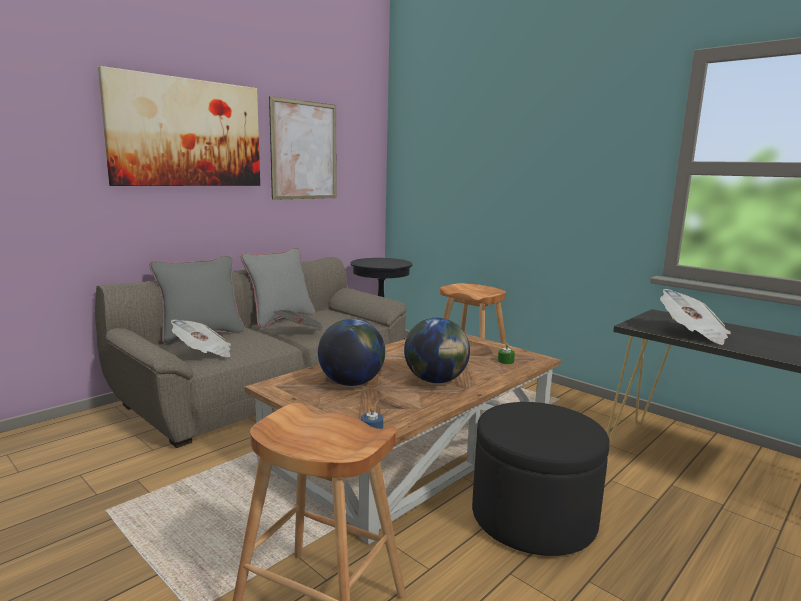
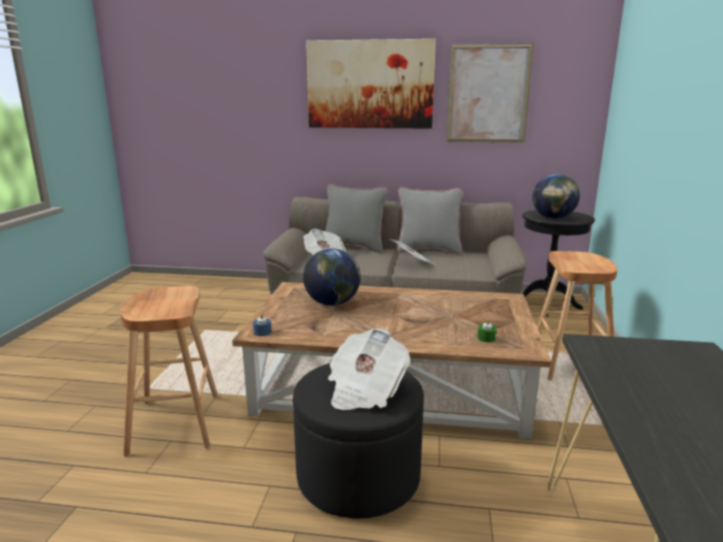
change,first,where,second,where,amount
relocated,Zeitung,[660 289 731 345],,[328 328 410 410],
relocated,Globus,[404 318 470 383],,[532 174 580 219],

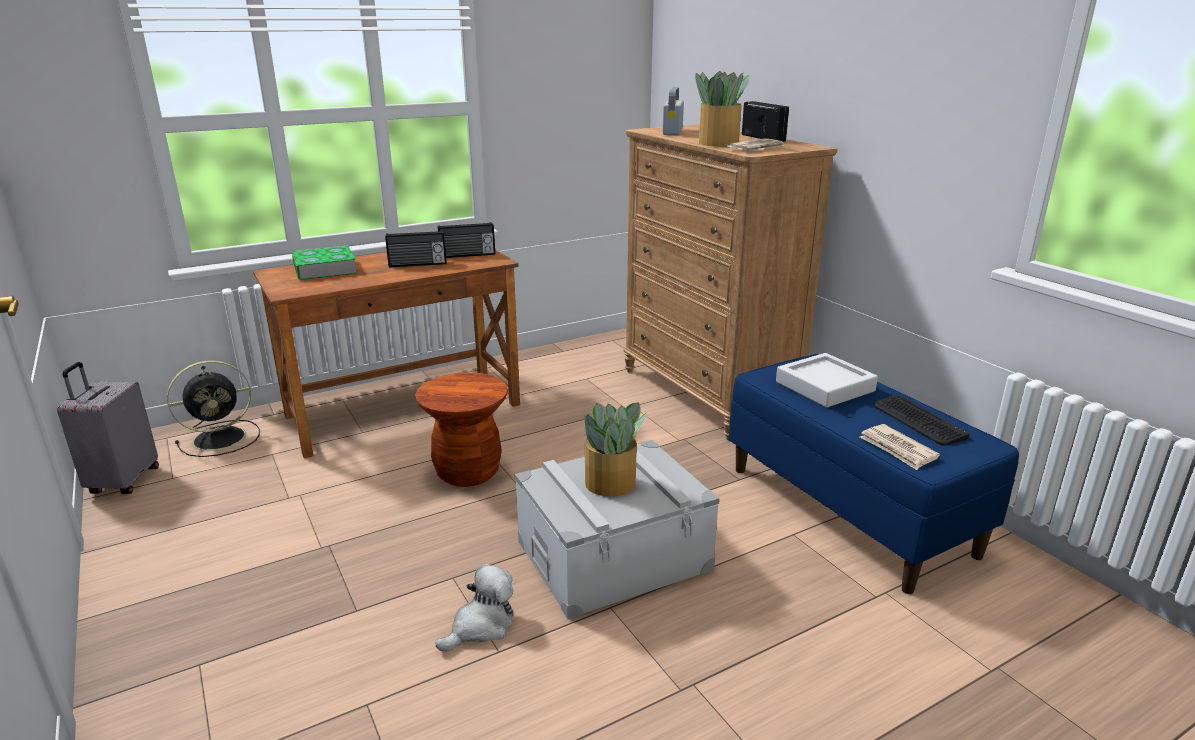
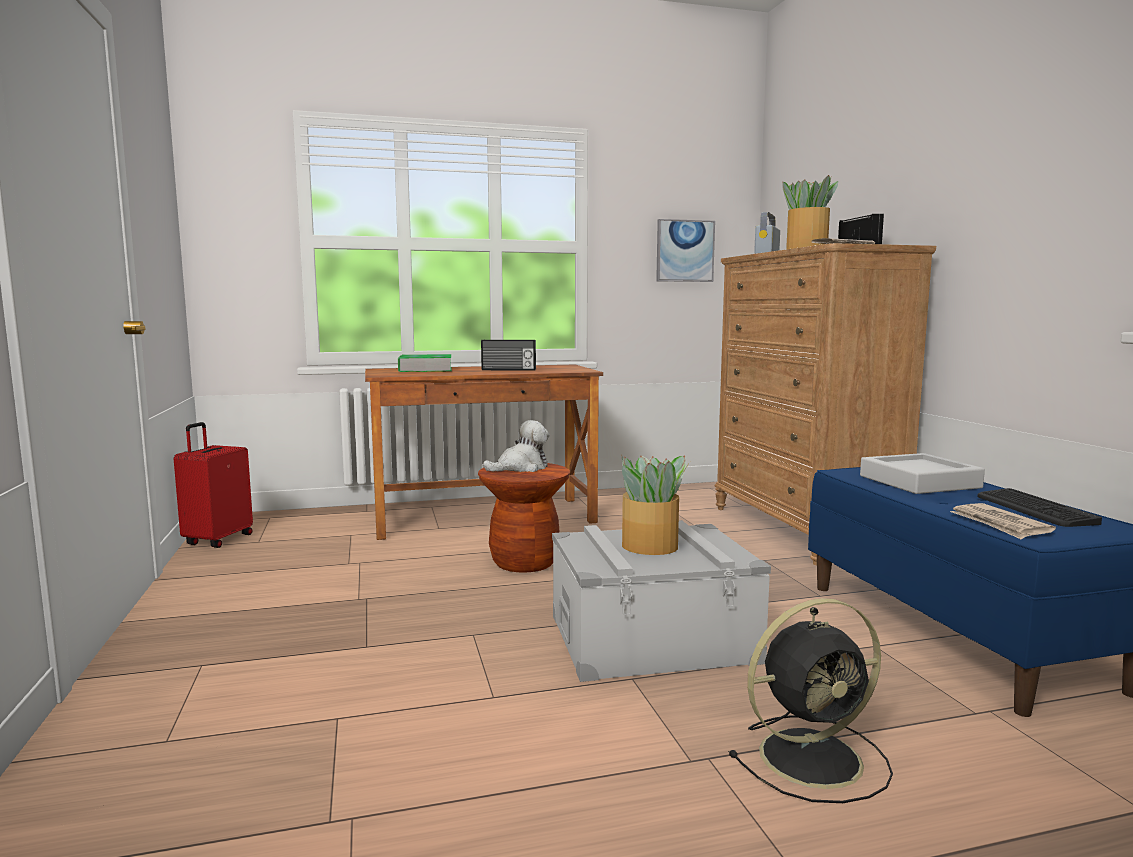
change,first,where,second,where,amount
colour,Koffer [grau],[57 362 159 494],Koffer [rot],[174 422 253 548],
relocated,Plüschtier,[435 564 513 651],,[483 420 549 472],
appeared,,,Bild,[656 219 715 282],
relocated,Ventilator [schwarz],[167 360 260 457],,[728 598 893 803],
missing,Radio,[438 222 495 258],,,

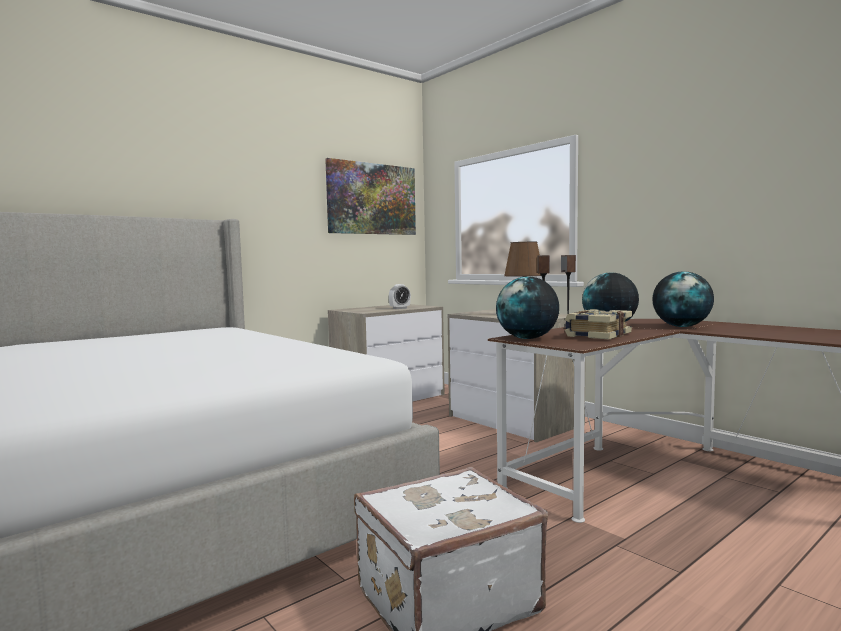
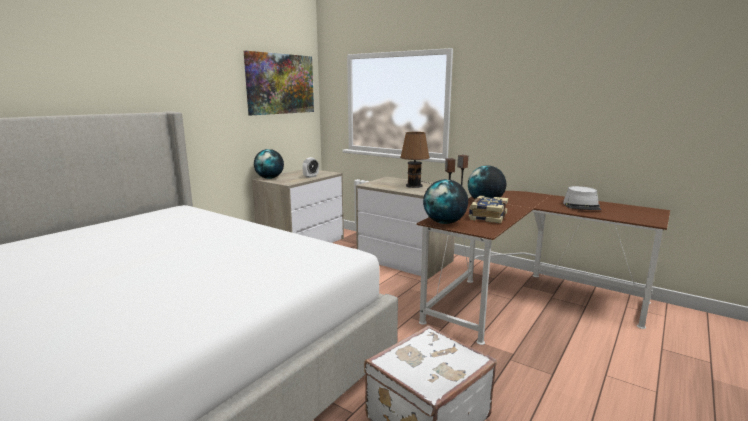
change,first,where,second,where,amount
relocated,Globus,[653 271 714 327],,[254 149 284 179],
appeared,,,Hut [grau],[563 186 601 210],

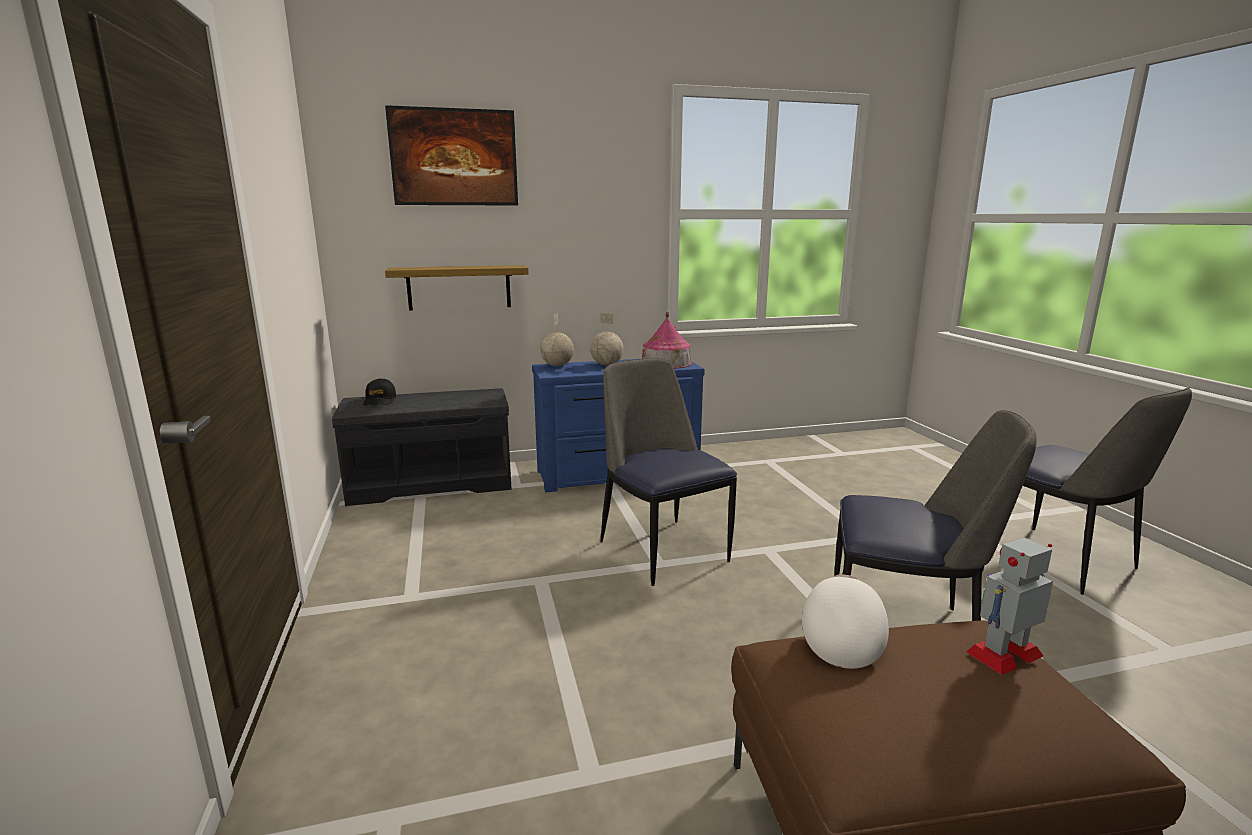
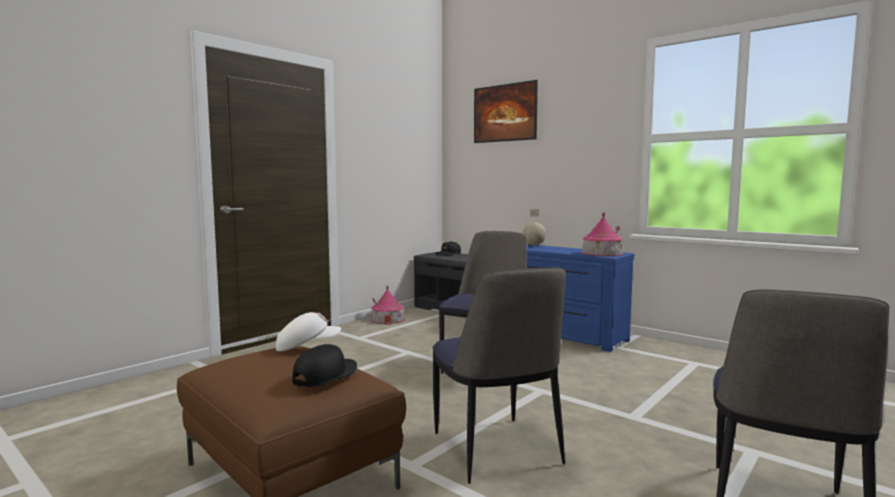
change,first,where,second,where,amount
exchanged,Spielzeugroboter,[966 537 1053 675],Kappe [schwarz],[292 344 357 387],
appeared,,,Spielzeughaus,[370 285 405 325],
missing,Wandregal,[385 265 529 310],,,
missing,Globus,[590 313 624 366],,,

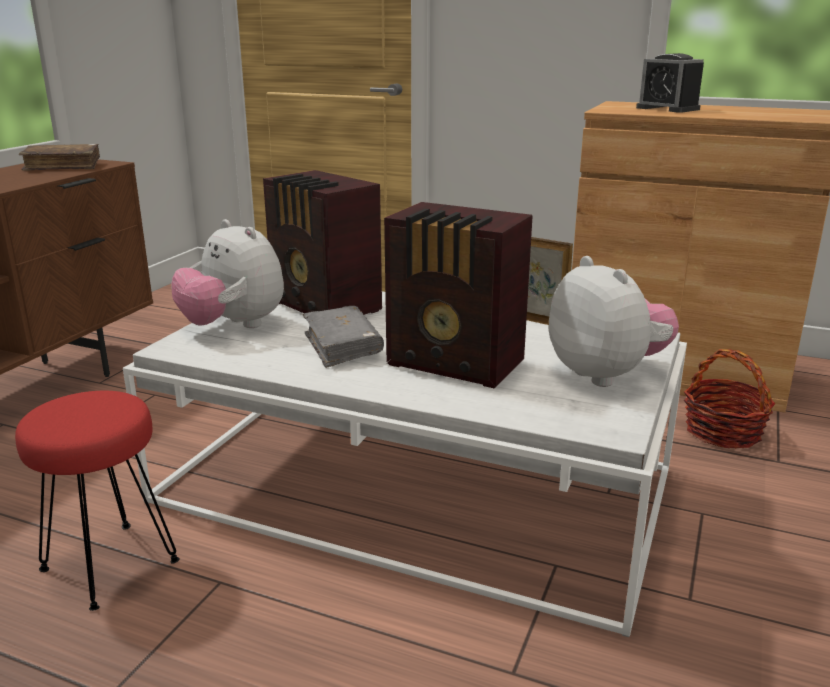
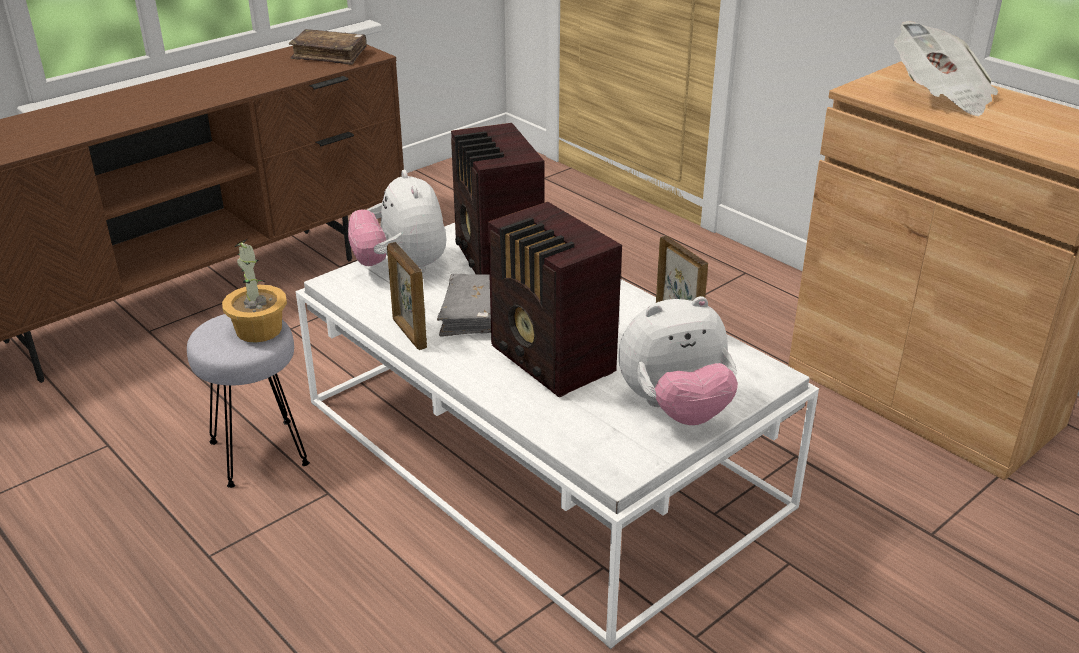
change,first,where,second,where,amount
colour,Hocker [rot],[15 391 180 611],Hocker [grau],[187 314 310 488],
appeared,,,Topfpflanze,[222 238 287 343],
appeared,,,Bilderrahmen,[387 242 427 350],
spun,Plüschtier,[548 256 679 387],,[619 296 738 425],75 degrees clockwise
exchanged,Wecker,[636 53 704 113],Zeitung,[894 21 998 116],
missing,Korb,[684 349 775 448],,,

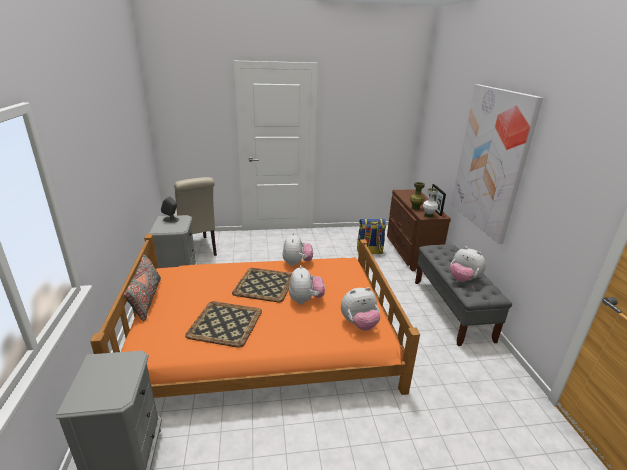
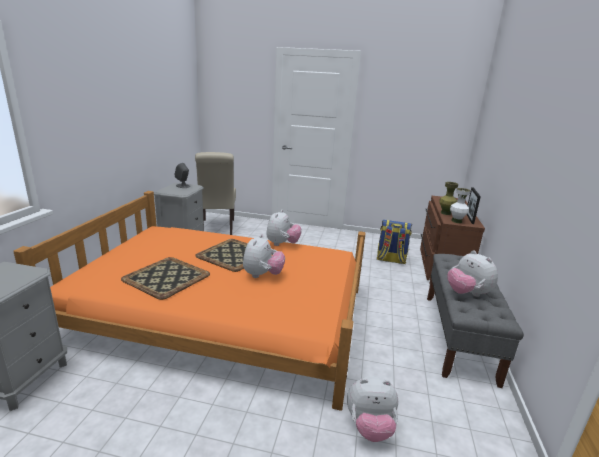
change,first,where,second,where,amount
relocated,Plüschtier,[341 287 381 331],,[347 376 398 442],
missing,Kissen [grau],[124 253 161 321],,,
missing,Bild,[451 84 543 244],,,

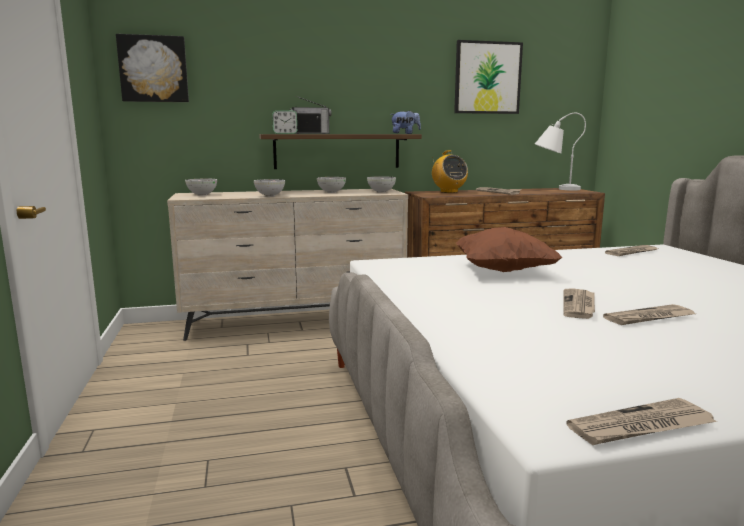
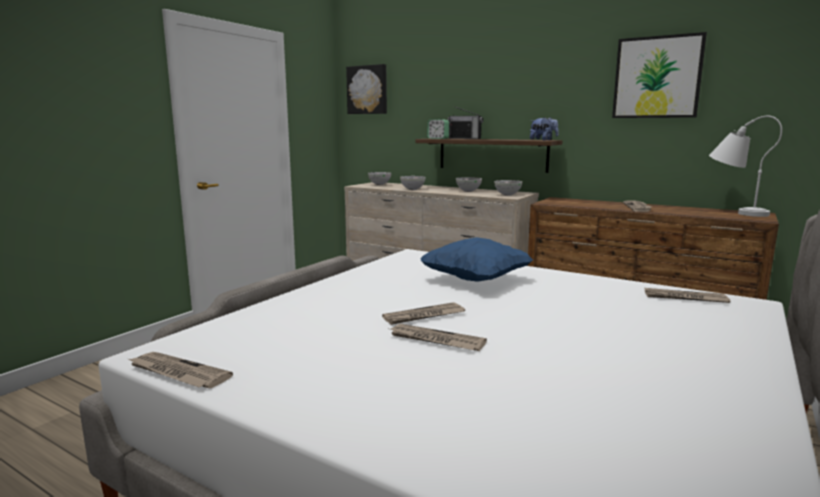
change,first,where,second,where,amount
colour,Kissen [braun],[456 227 563 272],Kissen [blau],[420 237 533 282],
missing,Radio,[432 150 468 193],,,

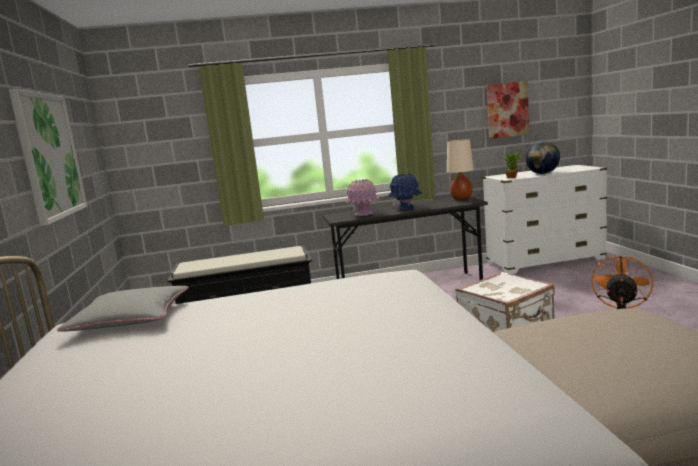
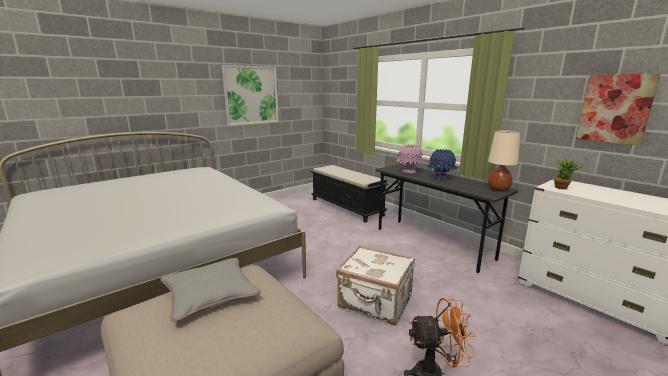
change,first,where,second,where,amount
relocated,Kissen [grau],[57 286 188 332],,[160 258 260 322],
missing,Globus,[525 141 560 174],,,

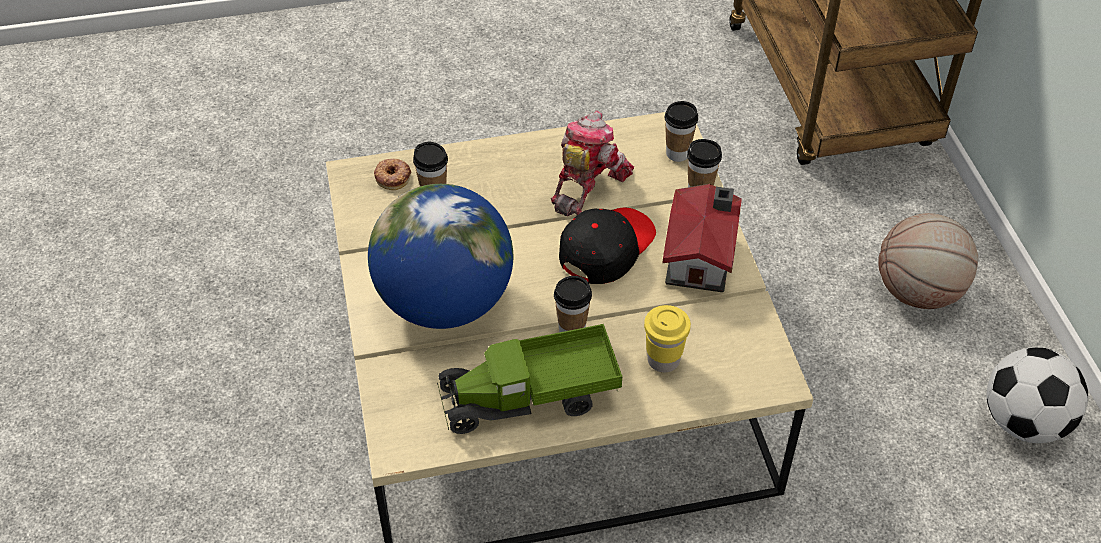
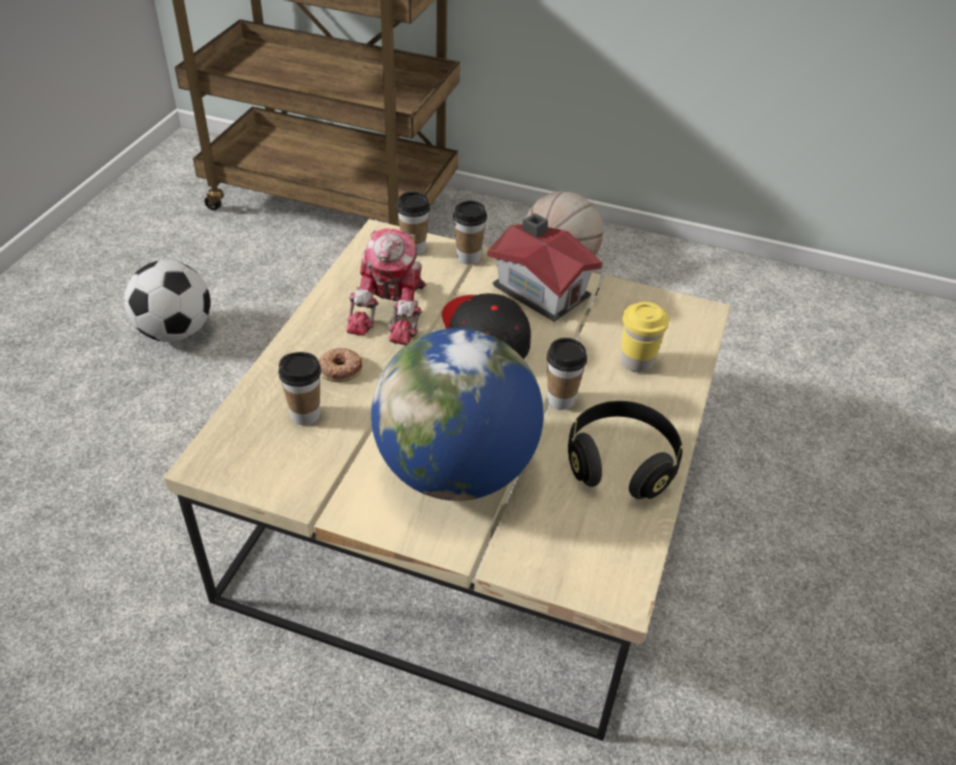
change,first,where,second,where,amount
relocated,Fußball,[987 347 1088 443],,[124 260 211 342],
relocated,Donut,[374 158 411 190],,[318 348 362 382],
spun,Spielzeugroboter,[551 111 634 216],,[347 228 426 345],135 degrees counterclockwise
exchanged,Spielzeuglaster,[437 324 623 434],Kopfhörer [schwarz],[568 401 683 499],

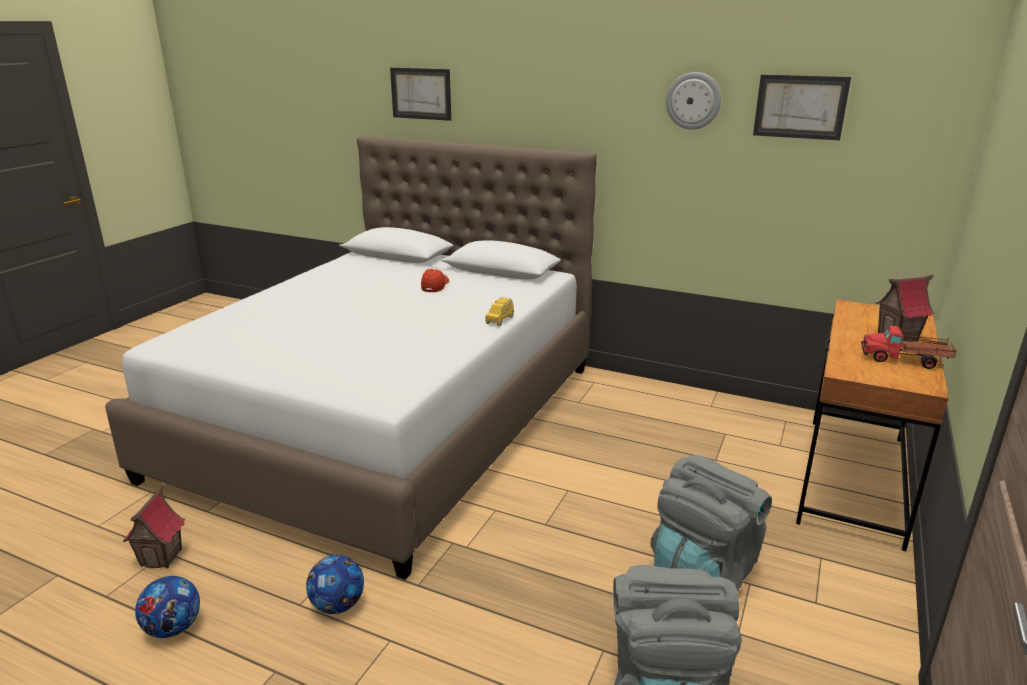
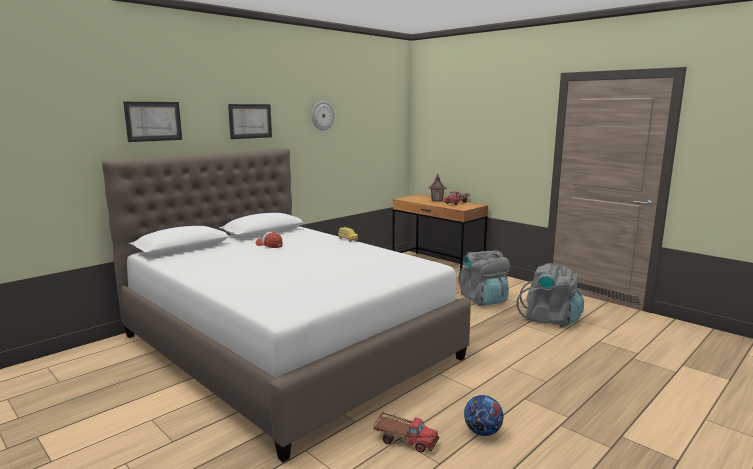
change,first,where,second,where,amount
relocated,Bild,[753 75 851 140],,[228 104 272 139],
exchanged,Spielzeughaus,[123 484 185 568],Spielzeuglaster,[373 413 439 452],
missing,Fußball,[306 555 364 614],,,

